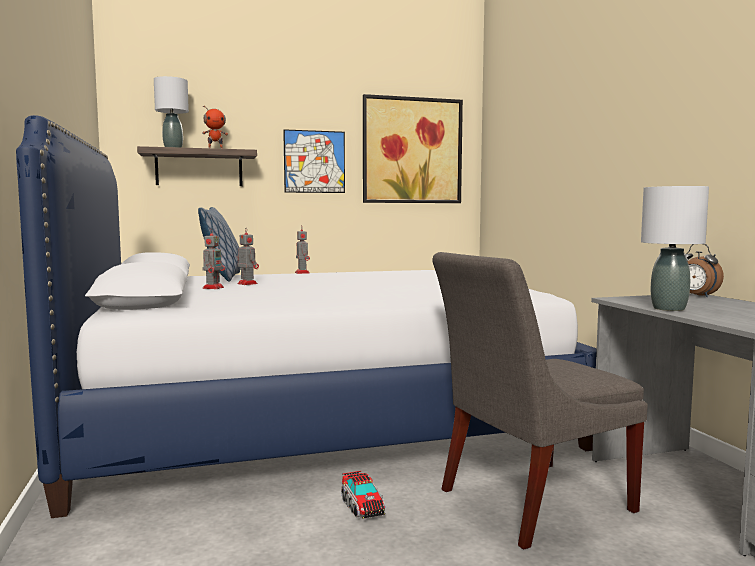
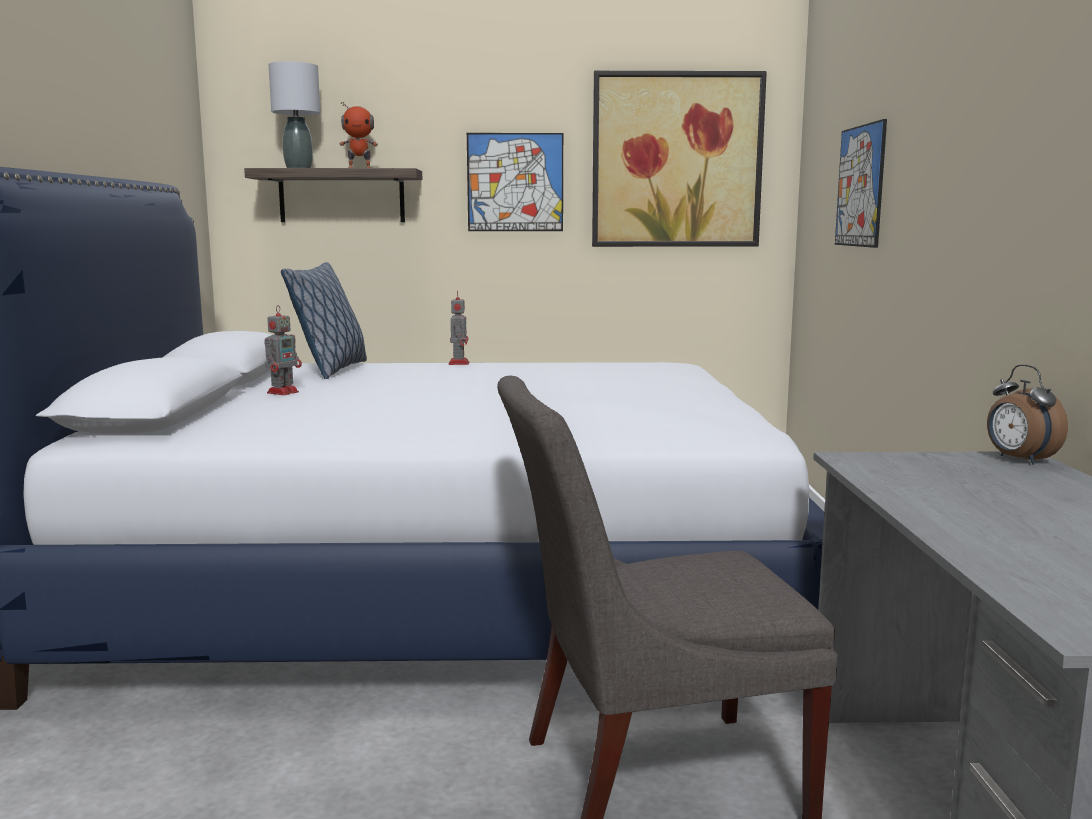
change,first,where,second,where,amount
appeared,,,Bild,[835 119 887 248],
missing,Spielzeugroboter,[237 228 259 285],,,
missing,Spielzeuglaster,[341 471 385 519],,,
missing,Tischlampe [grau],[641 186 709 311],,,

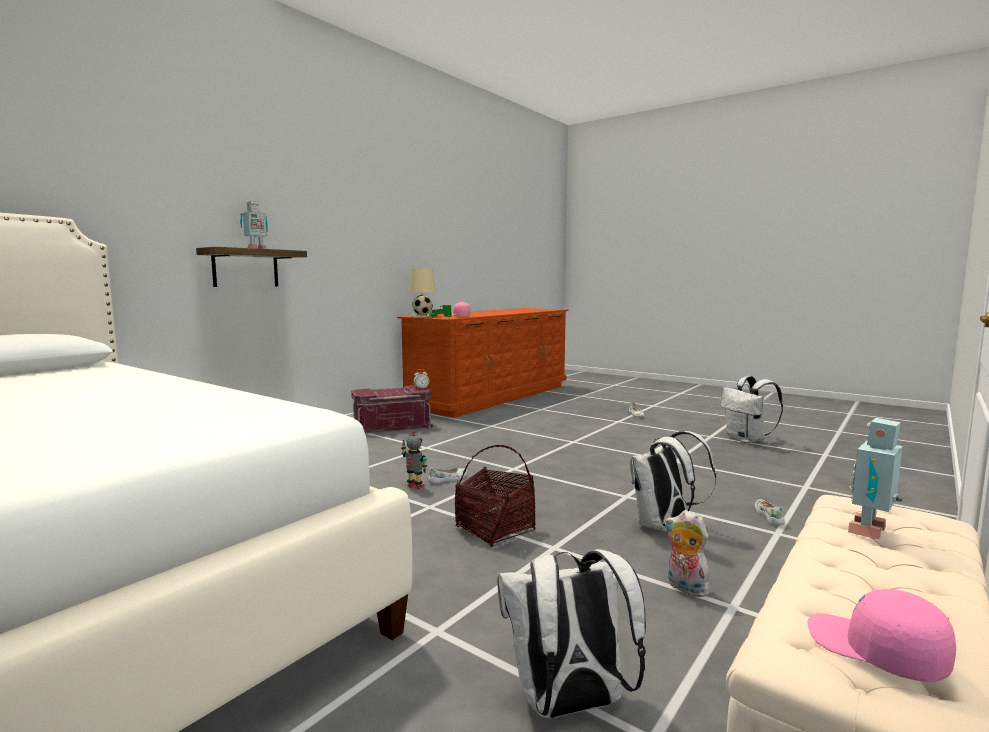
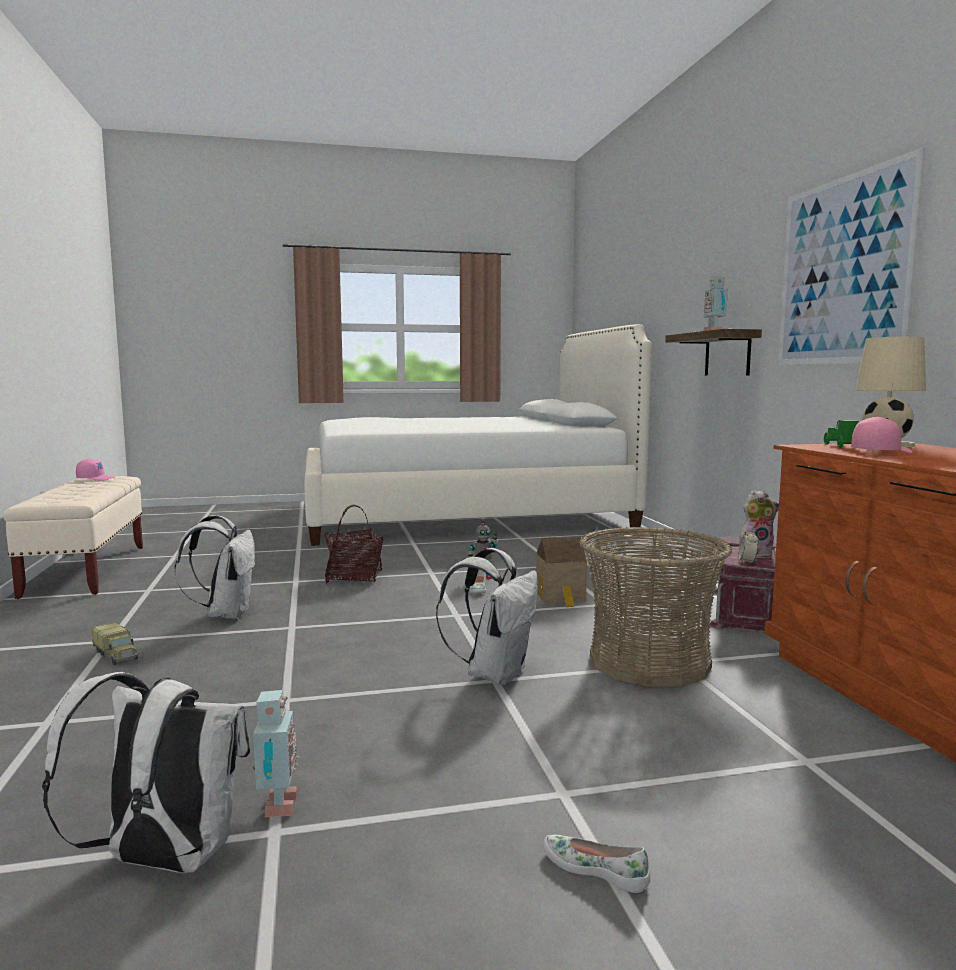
change,first,where,second,where,amount
exchanged,Schuh [weiß],[755 499 785 525],Spielzeuglaster,[92 622 139 665],
relocated,Spielzeugroboter,[848 418 902 539],,[253 690 299 817],
relocated,Rucksack [weiß],[497 549 646 718],,[436 548 538 685],
appeared,,,Spielzeughaus,[536 537 587 607],
appeared,,,Korb,[579 526 732 687],
relocated,Plüschtier,[665 510 712 597],,[739 490 779 558],
appeared,,,Bild,[778 147 926 365],

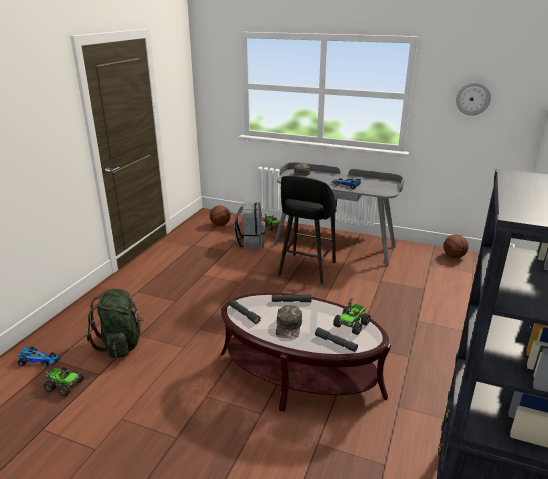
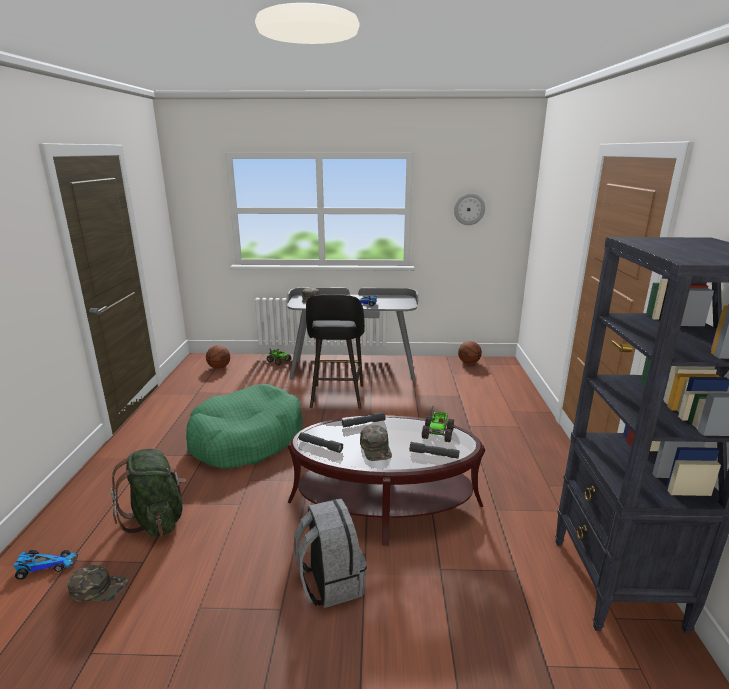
change,first,where,second,where,amount
exchanged,Spielzeuglaster,[43 367 84 397],Kappe [grün],[67 565 128 602],
appeared,,,Hundebett [grün],[186 384 303 469],
relocated,Rucksack [grau],[234 202 265 248],,[294 499 367 608],

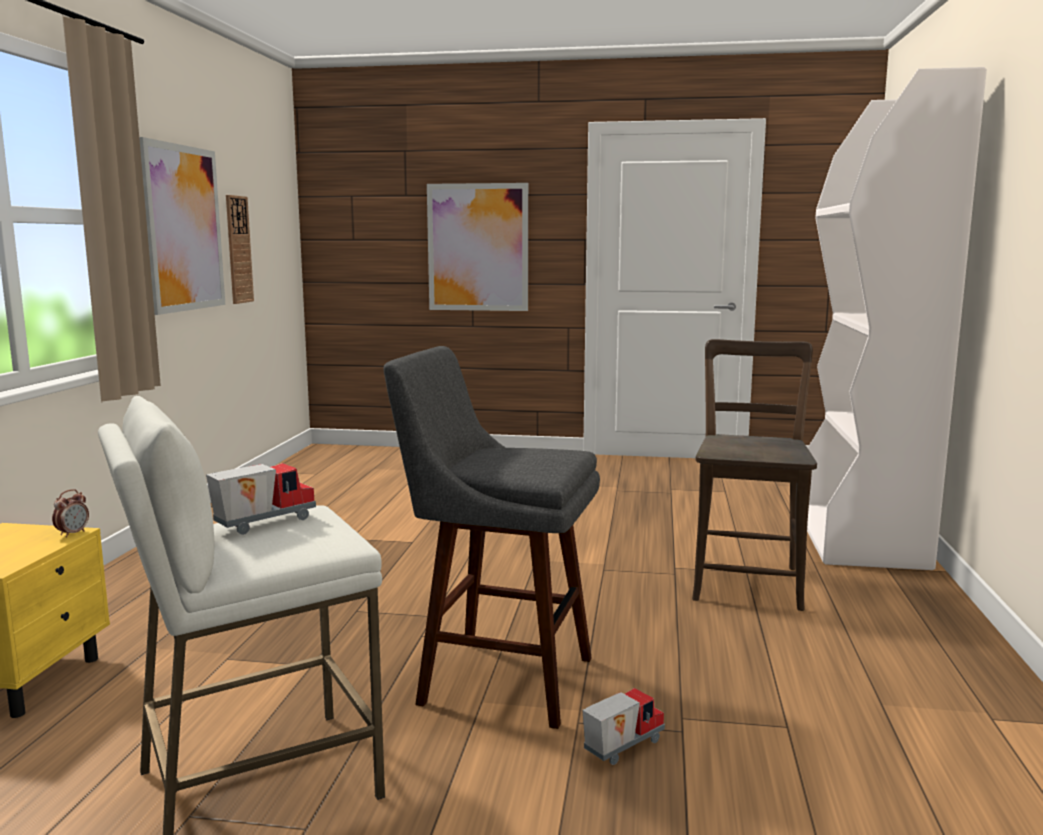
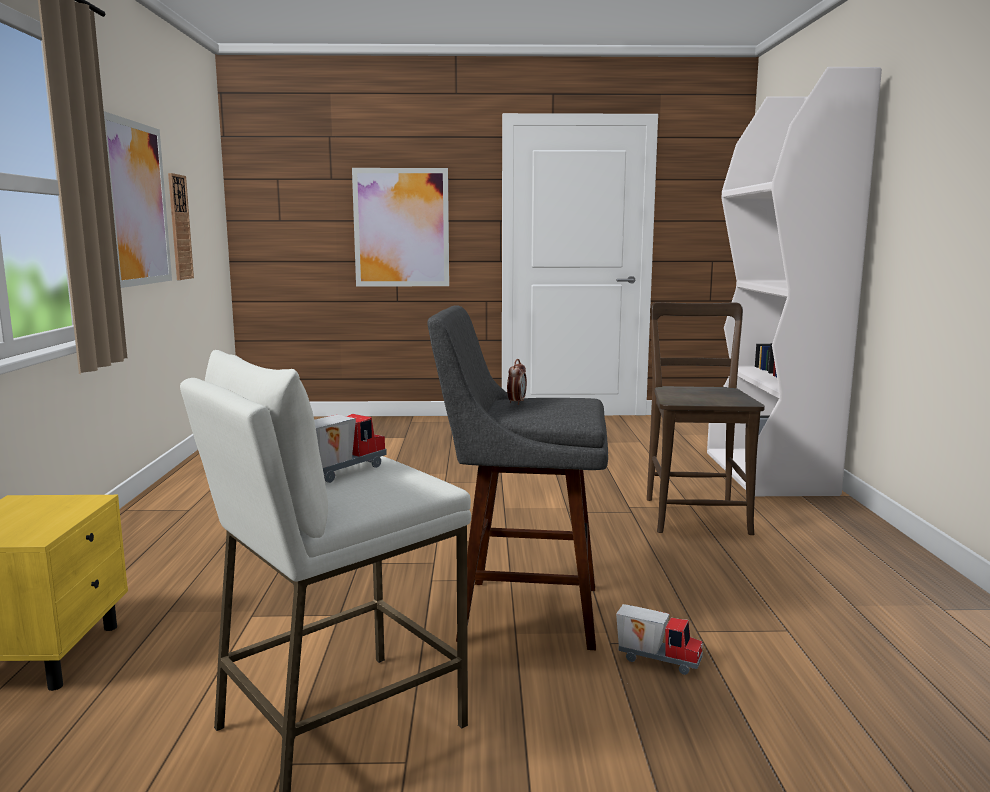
change,first,where,second,where,amount
relocated,Wecker,[52 489 89 538],,[507 359 527 405],
spun,Spielzeuglaster,[582 688 665 765],,[616 604 703 675],75 degrees clockwise

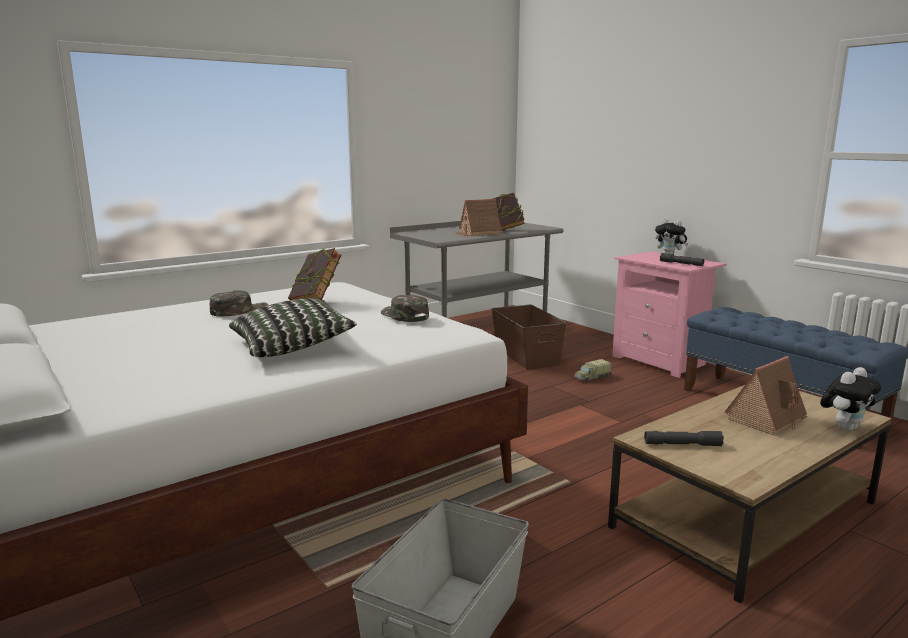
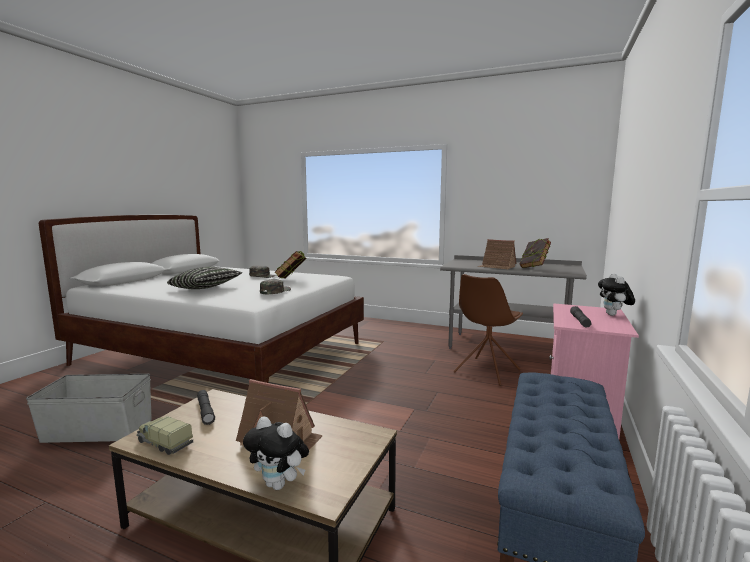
change,first,where,second,where,amount
relocated,Spielzeuglaster,[574 359 611 383],,[136 416 193 455],
exchanged,Aufbewahrungsbox [braun],[492 305 567 370],Stuhl [braun],[453 274 523 386],

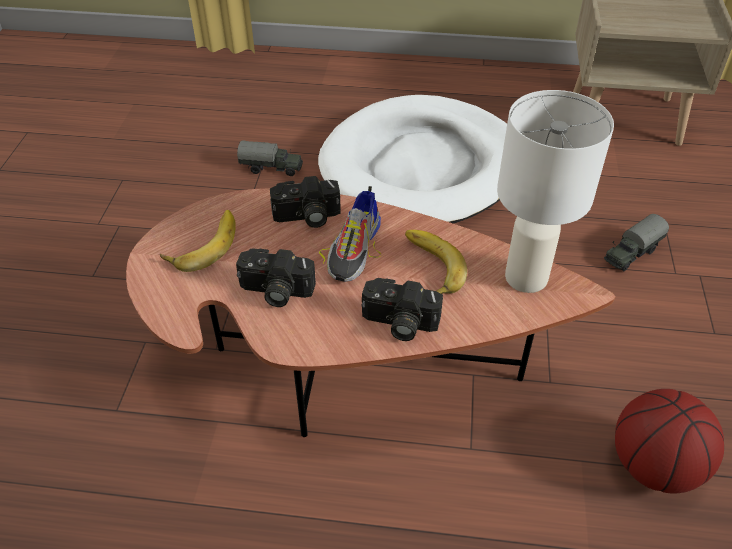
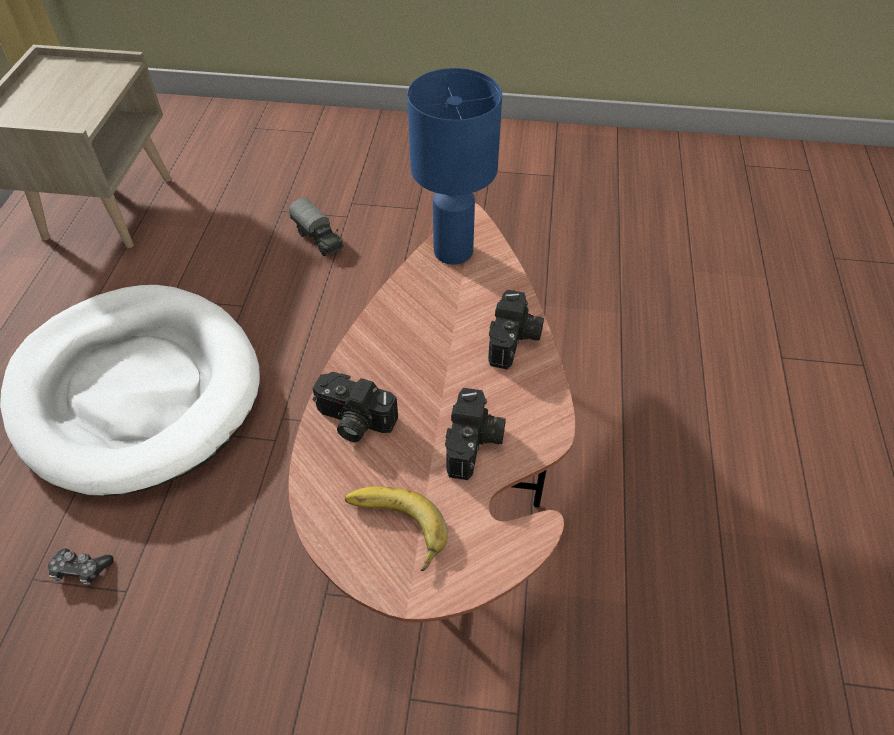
change,first,where,second,where,amount
exchanged,Spielzeuglaster,[237 140 303 176],Gamepad,[48 548 114 585],
spun,Kamera,[270 176 341 228],,[313 372 398 442],120 degrees clockwise
colour,Tischlampe [weiß],[497 90 614 293],Tischlampe [blau],[407 68 502 265],
missing,Schuh,[319 186 381 282],,,
missing,Banane,[405 230 467 294],,,
missing,Basketball,[615 389 724 494],,,

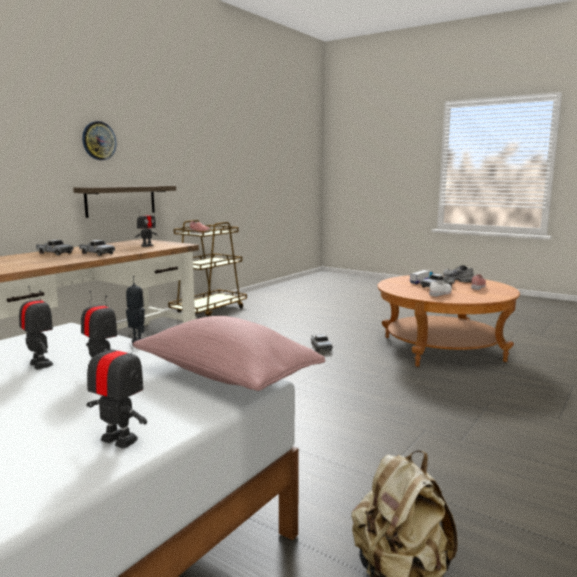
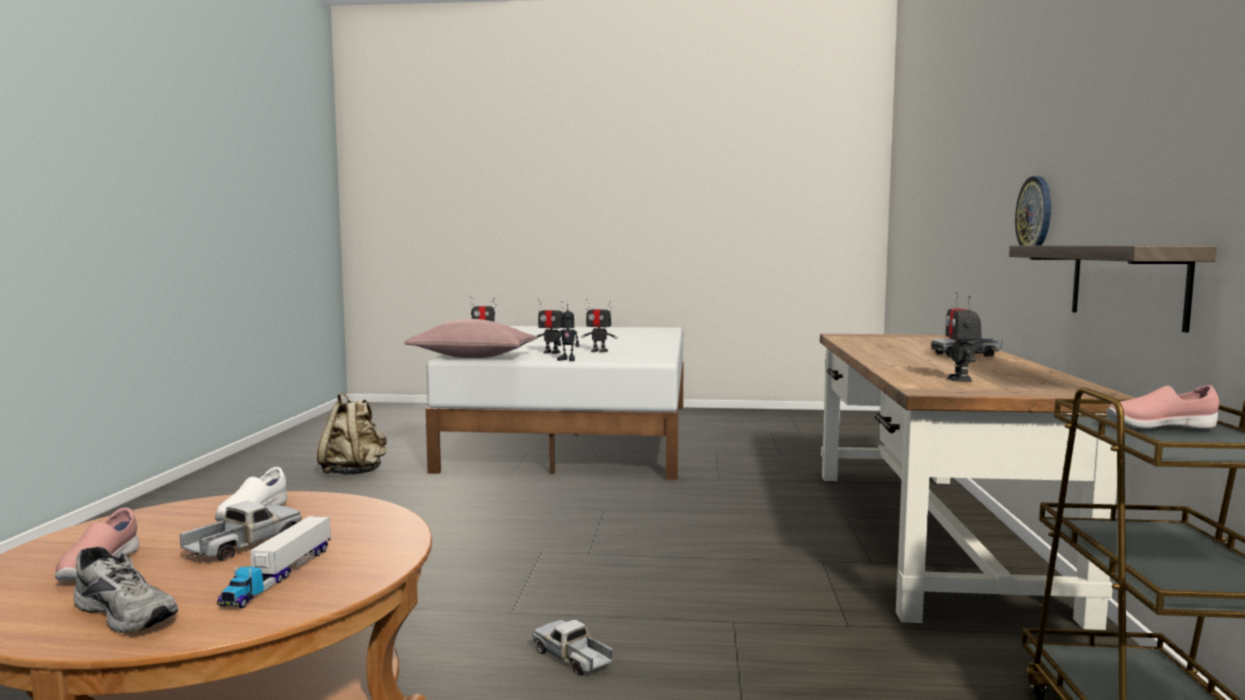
change,first,where,second,where,amount
relocated,Wanduhr,[82 121 116 160],,[1015 176 1051 246],
missing,Spielzeuglaster,[79 240 115 256],,,

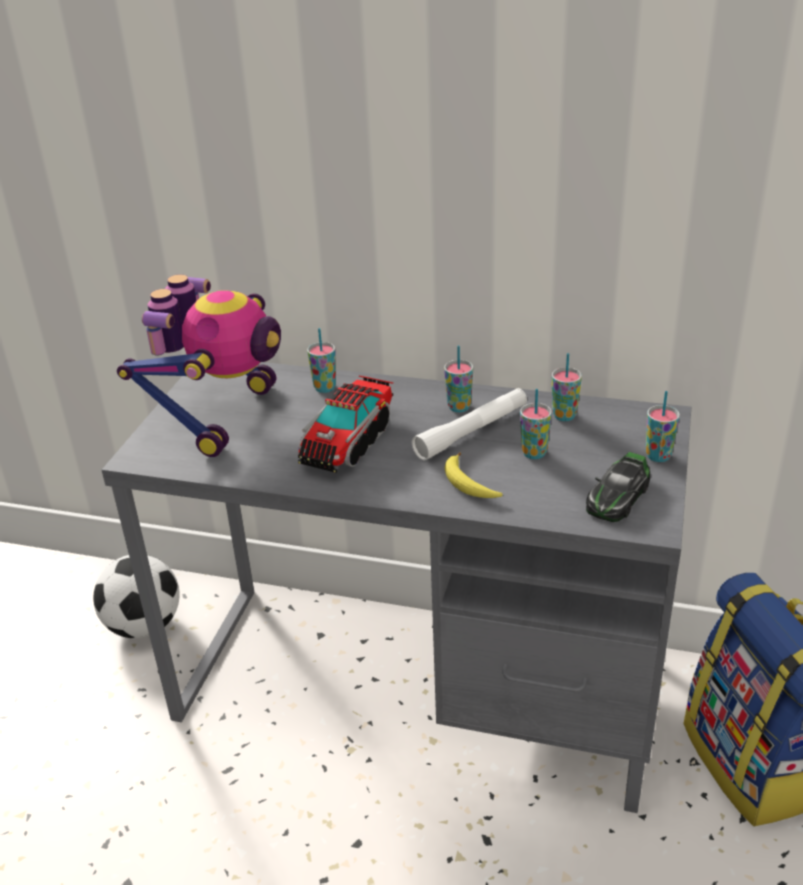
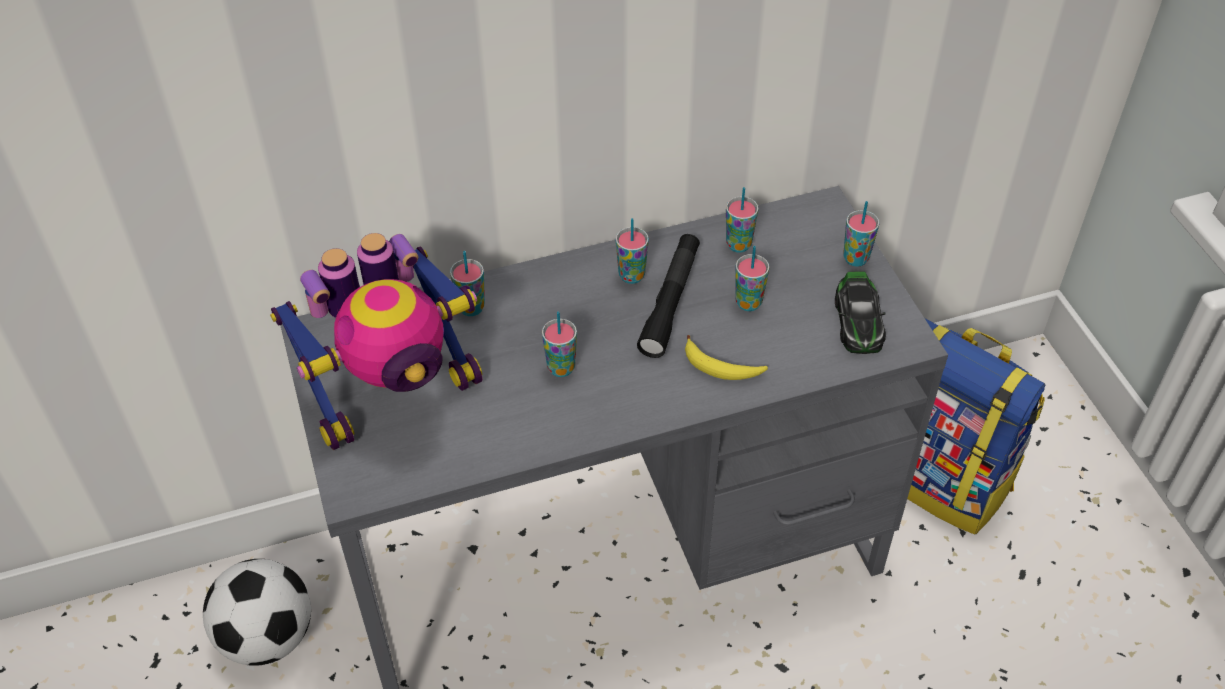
change,first,where,second,where,amount
spun,Spielzeugroboter,[117 274 281 457],,[270 233 482 450],75 degrees clockwise
exchanged,Spielzeuglaster,[298 376 393 473],Tasse,[542 311 577 377],
colour,Taschenlampe [weiß],[412 388 527 460],Taschenlampe [schwarz],[637 234 700 358],

